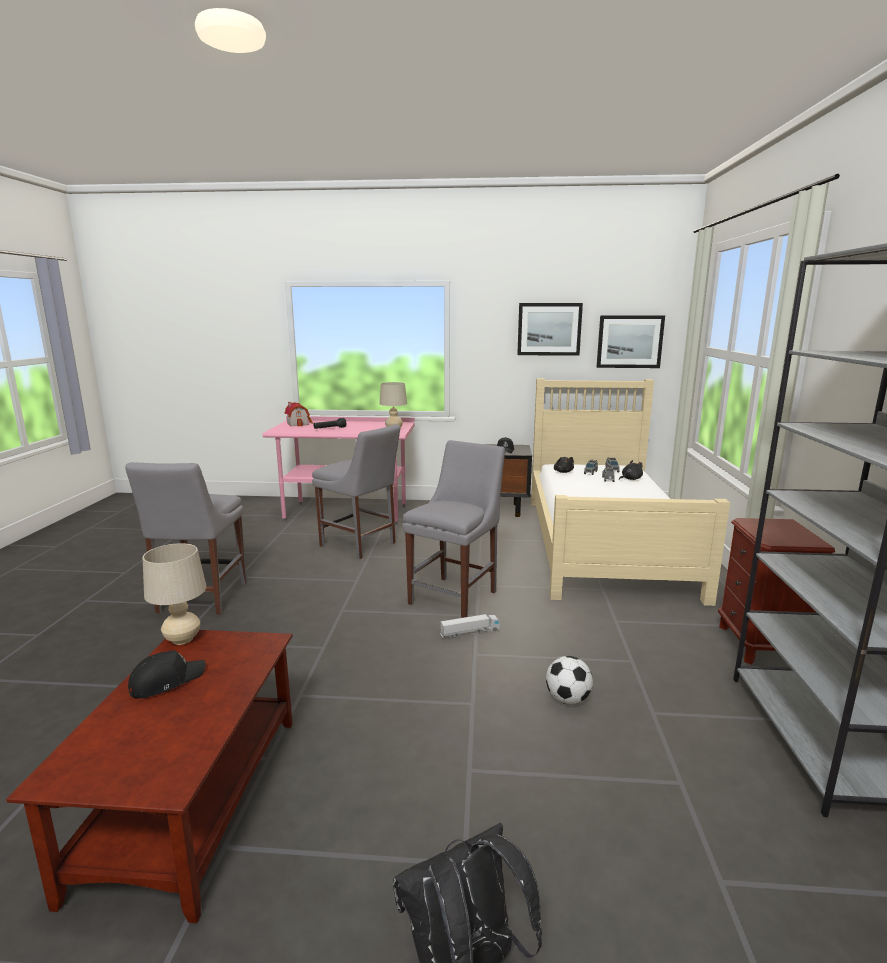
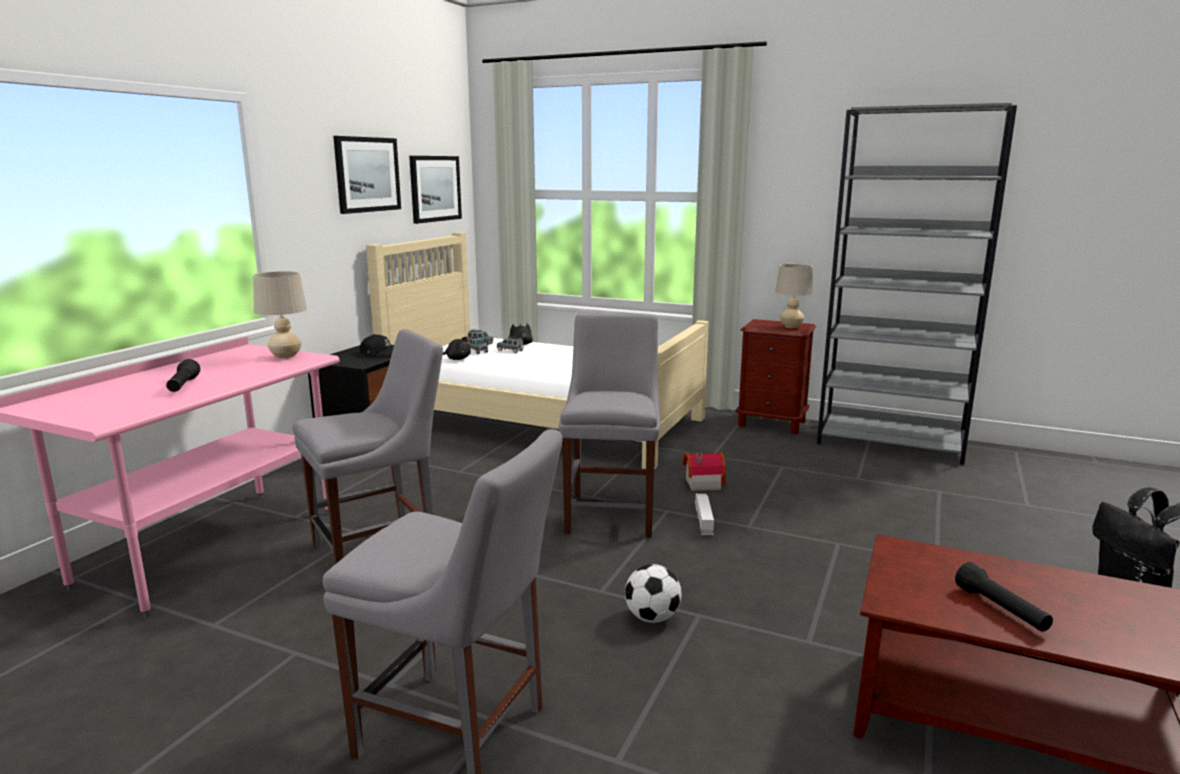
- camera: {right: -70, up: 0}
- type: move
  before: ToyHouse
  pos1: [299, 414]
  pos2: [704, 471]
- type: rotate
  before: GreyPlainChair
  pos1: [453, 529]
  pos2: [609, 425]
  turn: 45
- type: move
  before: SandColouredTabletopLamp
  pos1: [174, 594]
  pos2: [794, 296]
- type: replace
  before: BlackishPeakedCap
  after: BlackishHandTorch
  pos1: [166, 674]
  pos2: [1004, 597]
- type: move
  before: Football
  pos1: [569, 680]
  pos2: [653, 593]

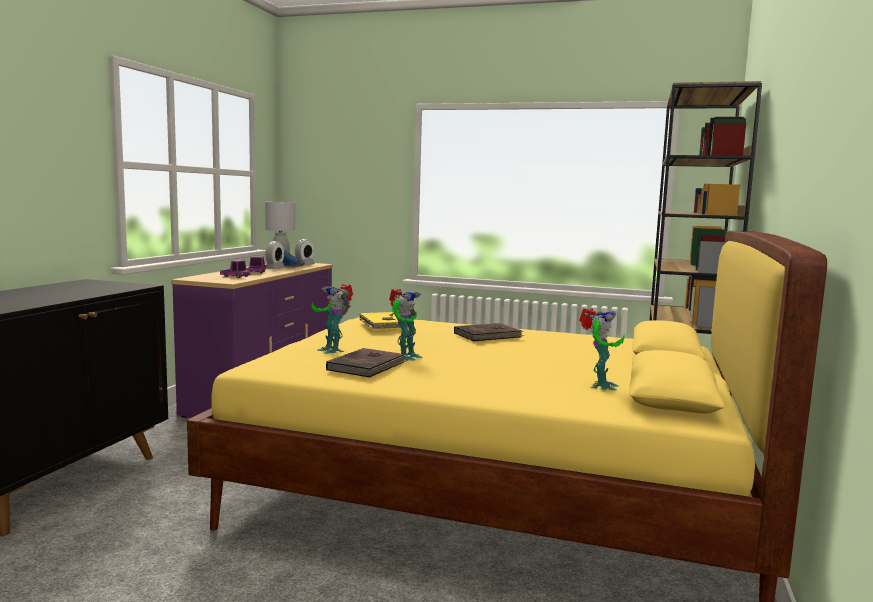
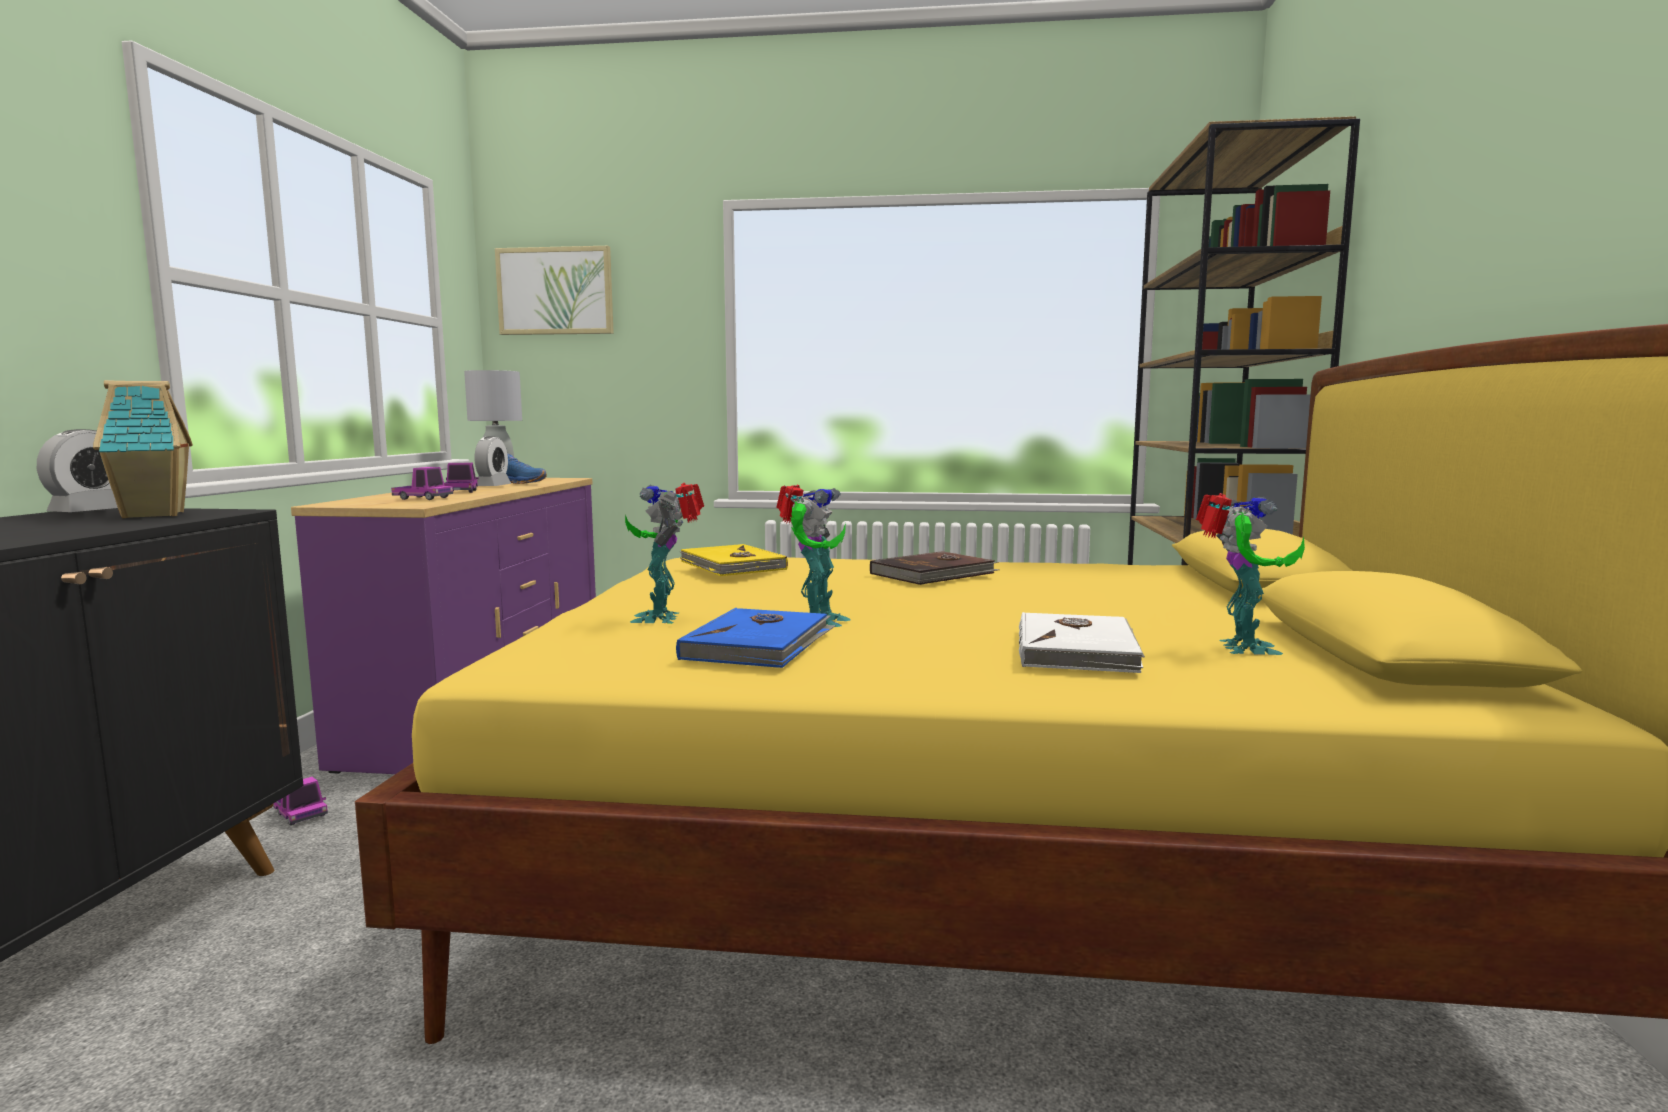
- camera: {right: -10, up: 0}
- type: move
  before: AlarmClock
  pos1: [305, 252]
  pos2: [77, 470]
- type: rotate
  before: RobotFigure
  pos1: [332, 319]
  pos2: [664, 553]
  turn: 45
- type: recolor
  before: BrownBoundBook
  after: BluishBoundBook
  pos1: [367, 363]
  pos2: [756, 638]
- type: insert
  after: WallPicture
  pos2: [554, 290]
- type: insert
  after: ToyHouse
  pos2: [143, 449]
- type: insert
  after: WhiteBoundBook
  pos2: [1082, 642]
- type: insert
  after: ModelTruck
  pos2: [300, 801]

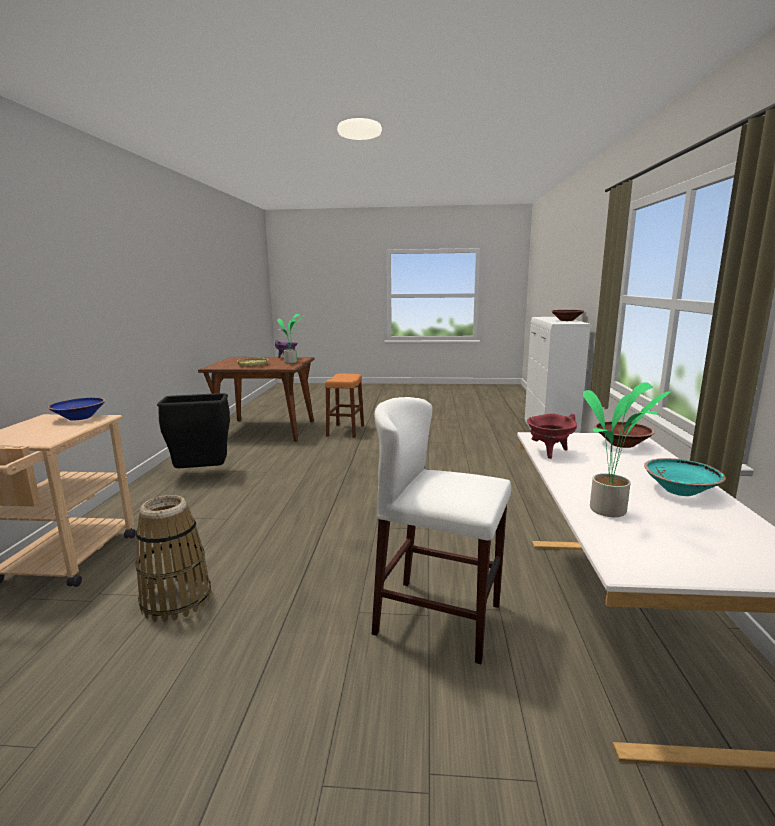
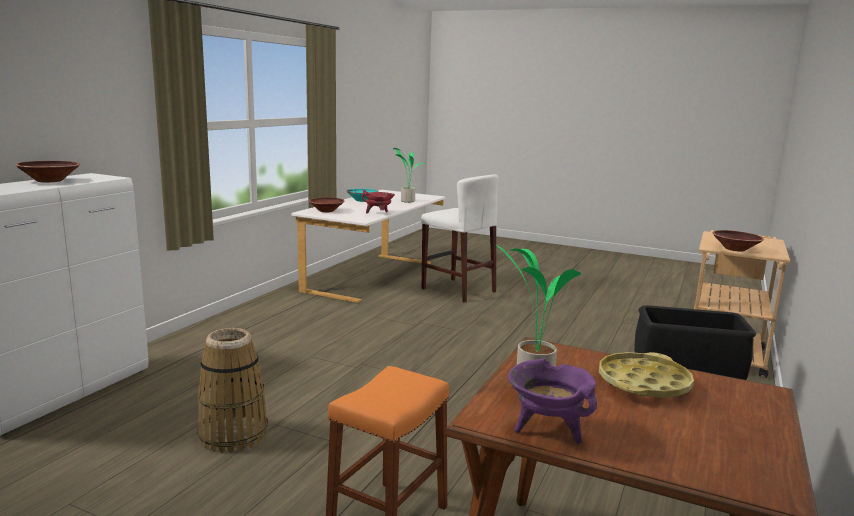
- camera: {right: -160, up: 0}
- type: recolor
  before: BluishBowl
  after: BrownBowl
  pos1: [76, 409]
  pos2: [738, 241]
- type: move
  before: Basket
  pos1: [173, 558]
  pos2: [232, 390]

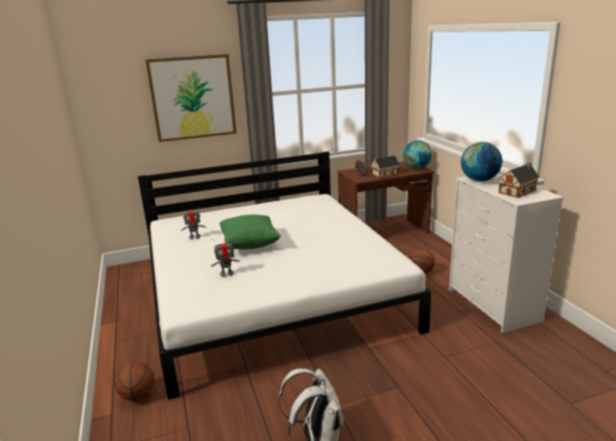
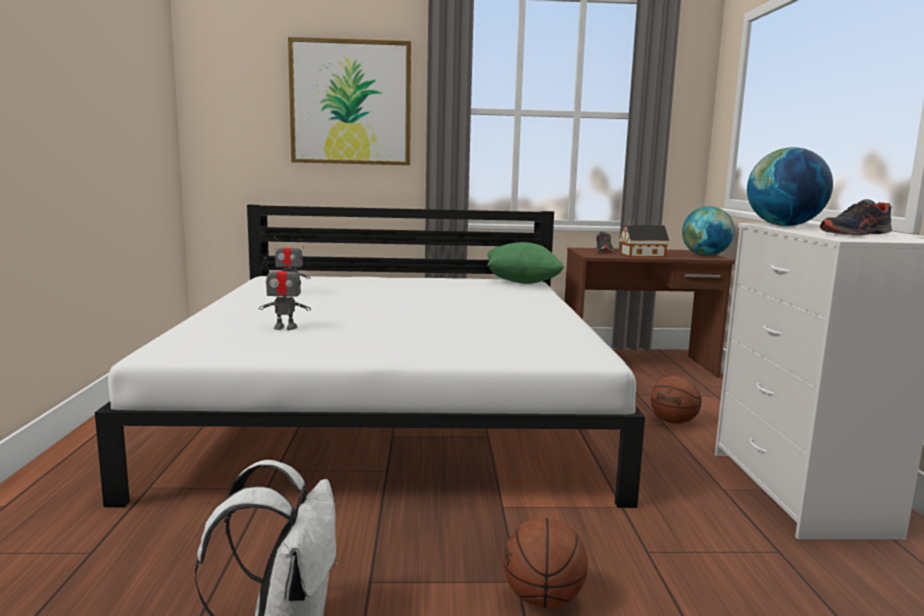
- camera: {right: 15, up: -10}
- type: replace
  before: ToyHouse
  after: LowShoe
  pos1: [519, 180]
  pos2: [856, 217]
- type: move
  before: GreenishPillow
  pos1: [250, 231]
  pos2: [525, 263]
- type: move
  before: Basketball
  pos1: [134, 381]
  pos2: [545, 563]

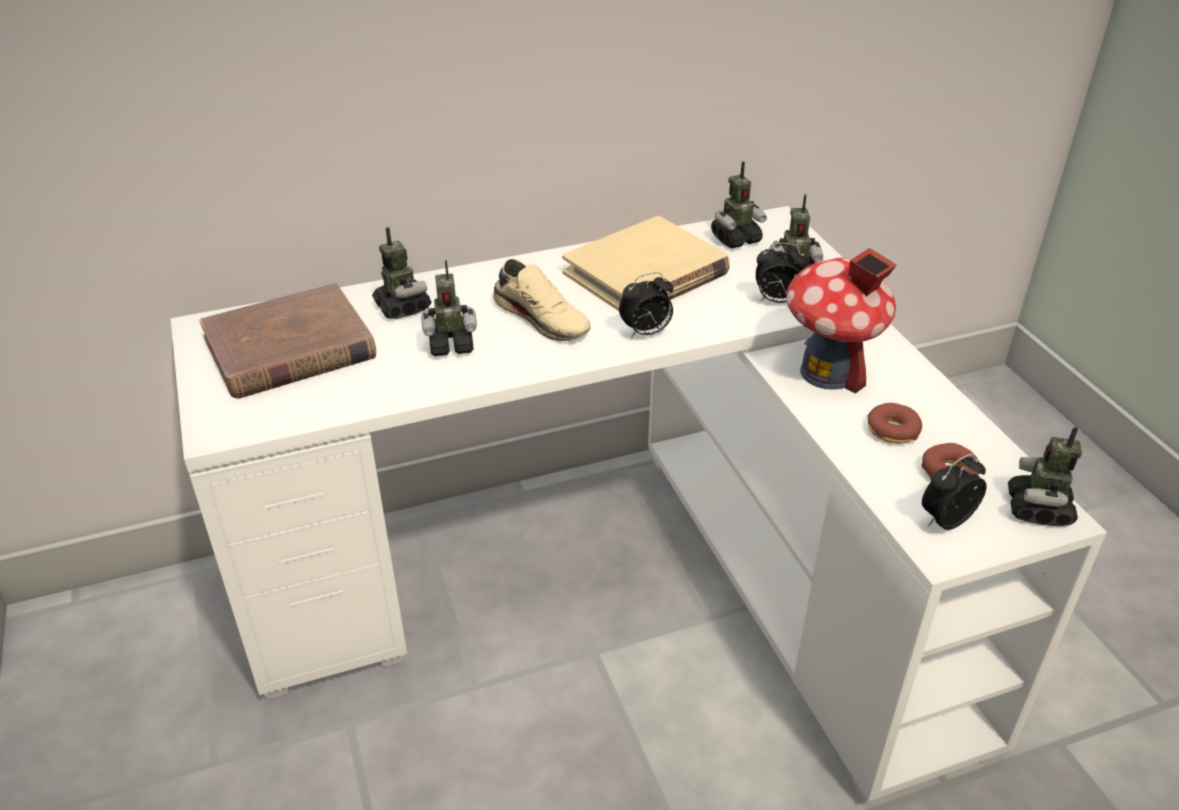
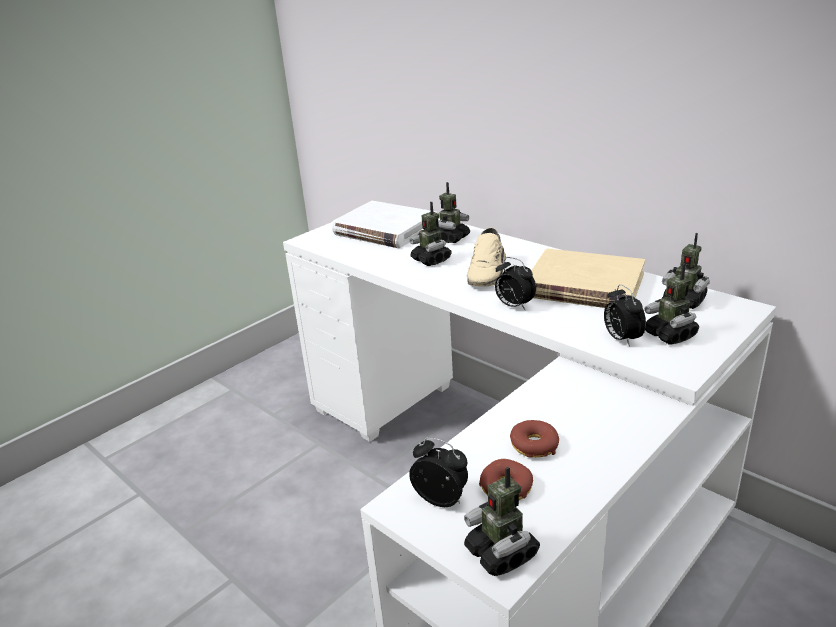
- camera: {right: 65, up: -10}
- type: delete
  before: ToyHouse
  pos1: [841, 321]
- type: recolor
  before: BrownBoundBook
  after: WhiteBoundBook
  pos1: [287, 341]
  pos2: [384, 224]
- type: rotate
  before: RobotFigure
  pos1: [1045, 476]
  pos2: [502, 521]
  turn: -105

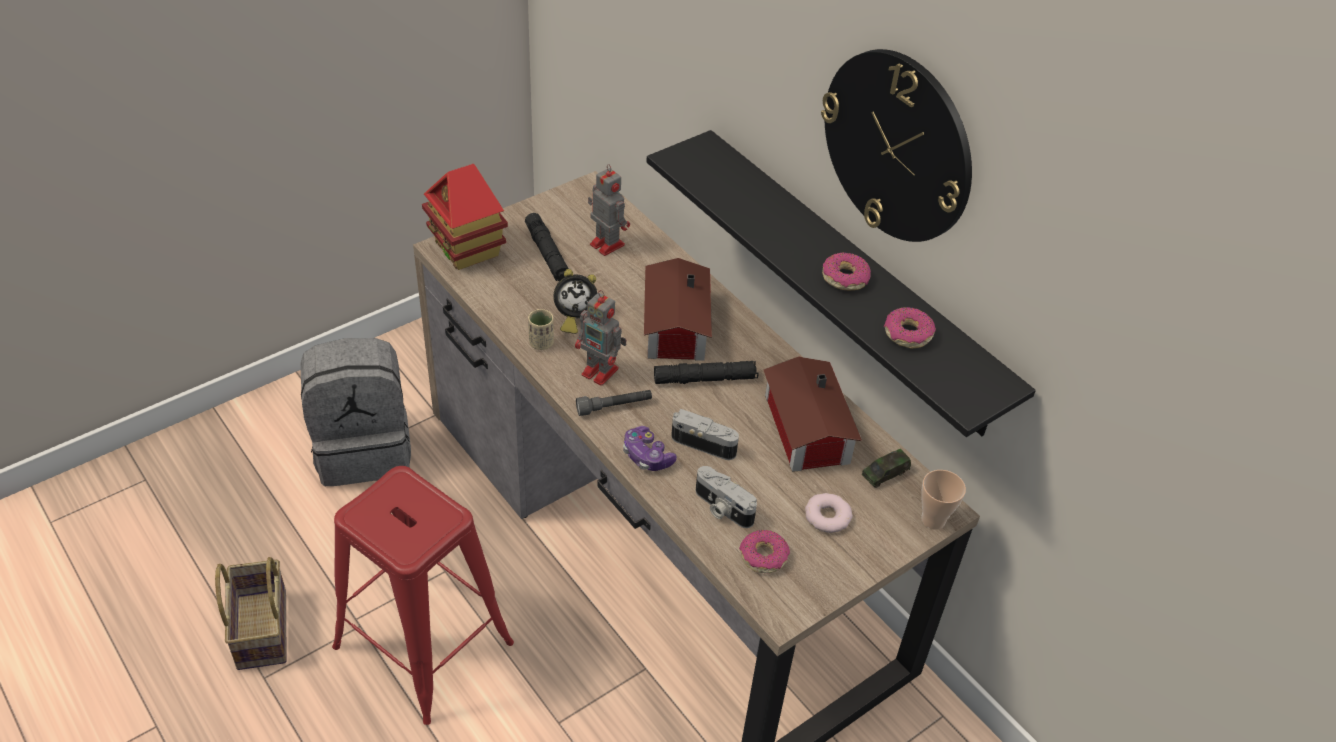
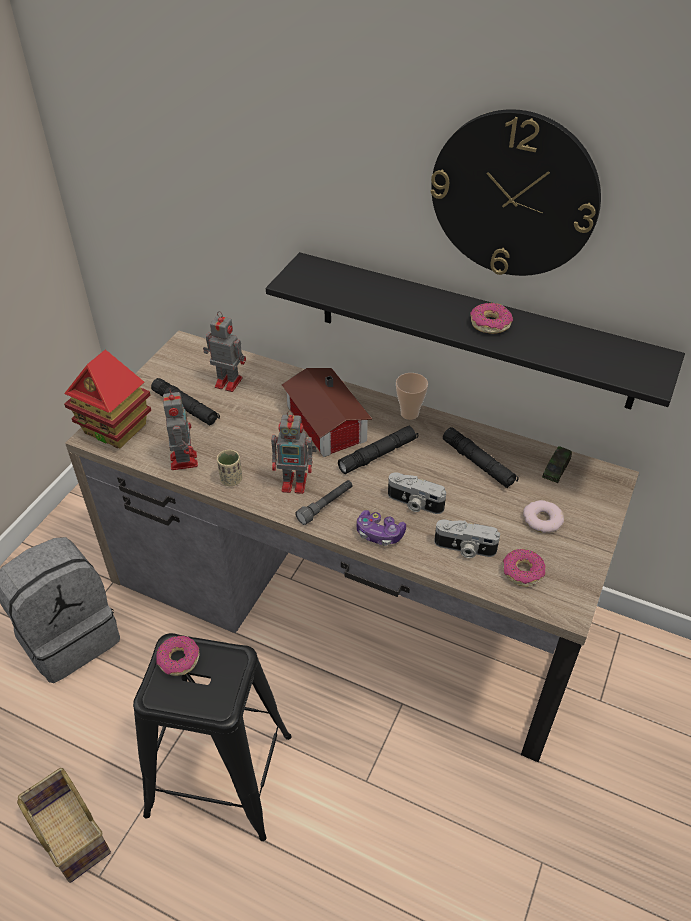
- camera: {right: -25, up: 0}
- type: delete
  before: AlarmClock
  pos1: [575, 301]
- type: move
  before: Donut
  pos1: [910, 328]
  pos2: [177, 656]
- type: replace
  before: ToyHouse
  after: BlackishHandTorch
  pos1: [813, 414]
  pos2: [481, 458]
- type: rotate
  before: StillCamera
  pos1: [705, 434]
  pos2: [417, 493]
  turn: -150
- type: recolor
  before: RedColouredStool
  after: BlackishStool
  pos1: [423, 595]
  pos2: [212, 737]
- type: move
  before: SmallCup
  pos1: [943, 500]
  pos2: [412, 396]
- type: insert
  after: RobotFigure
  pos2: [180, 429]

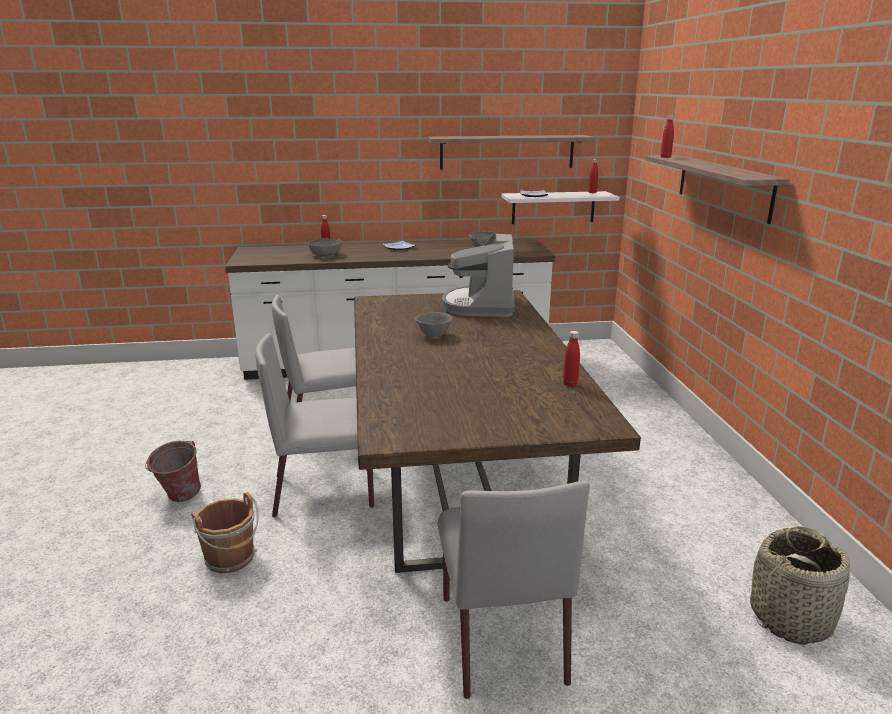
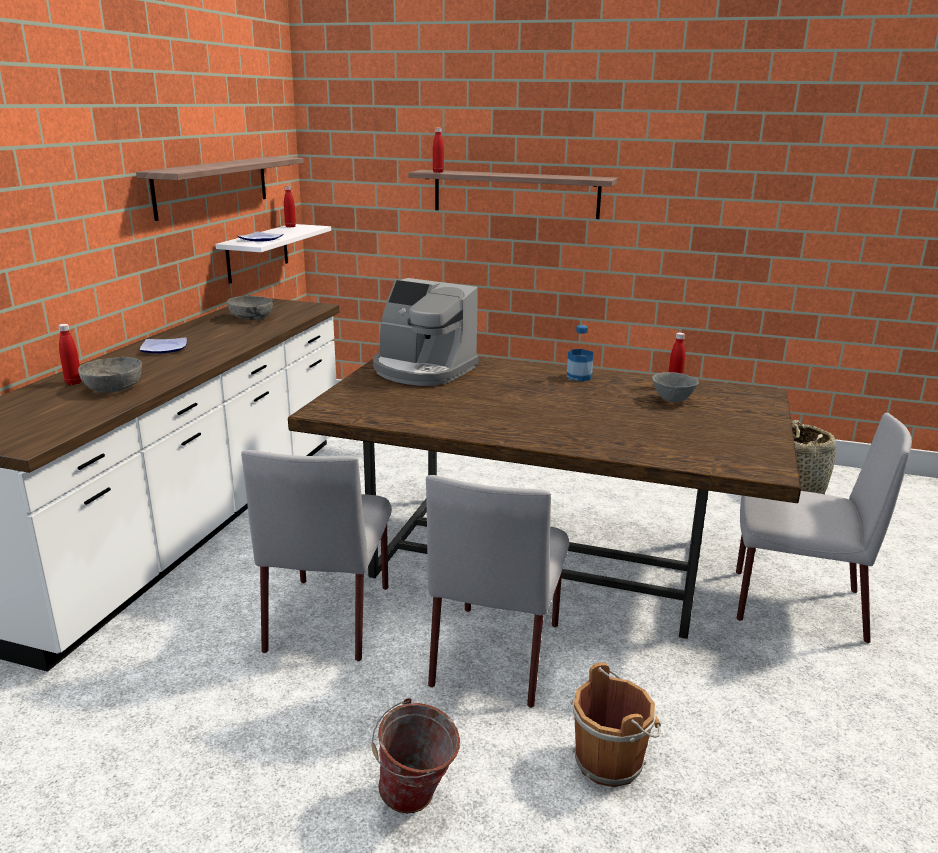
- camera: {right: -65, up: 0}
- type: move
  before: GreyBowl
  pos1: [433, 324]
  pos2: [675, 387]
- type: insert
  after: DrinkBottle
  pos2: [580, 353]

